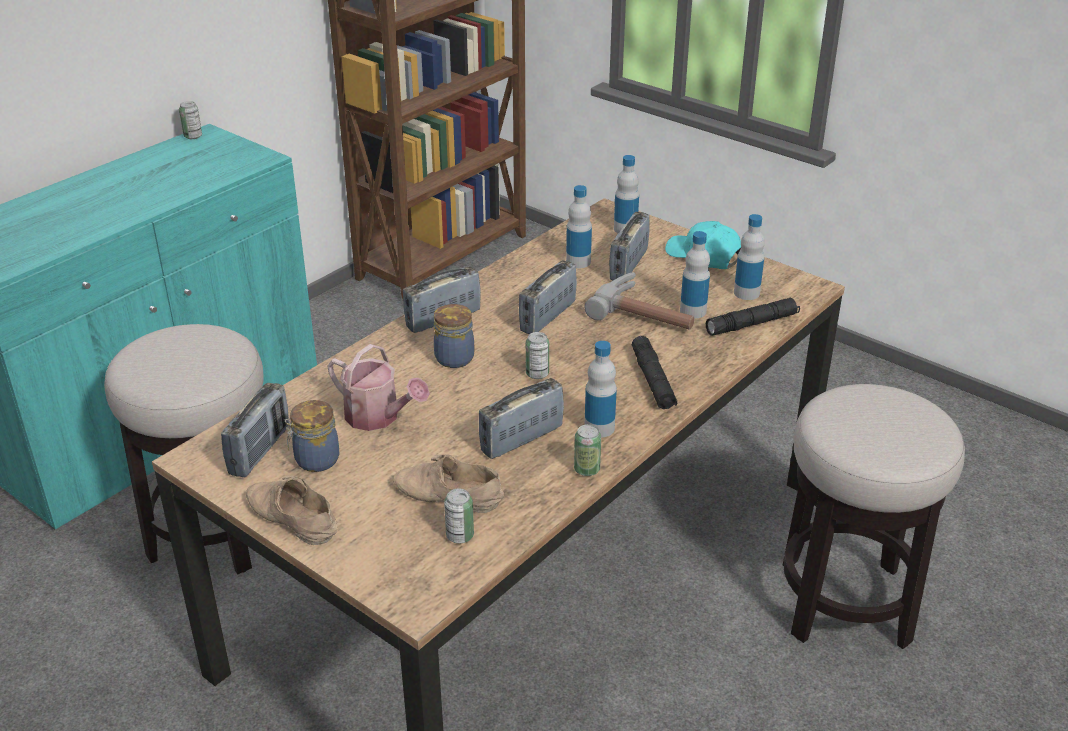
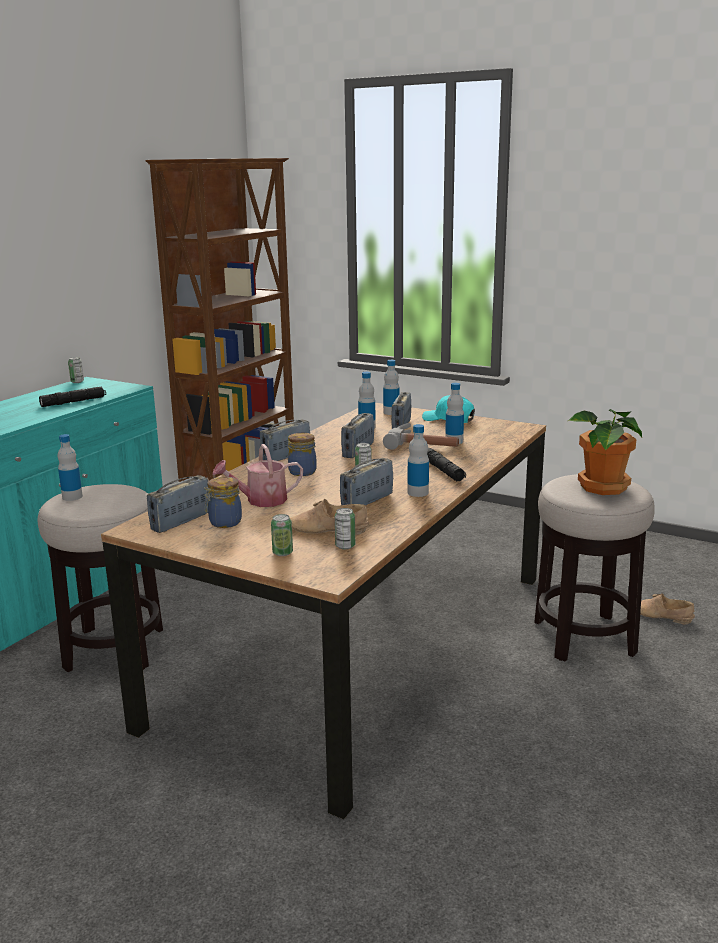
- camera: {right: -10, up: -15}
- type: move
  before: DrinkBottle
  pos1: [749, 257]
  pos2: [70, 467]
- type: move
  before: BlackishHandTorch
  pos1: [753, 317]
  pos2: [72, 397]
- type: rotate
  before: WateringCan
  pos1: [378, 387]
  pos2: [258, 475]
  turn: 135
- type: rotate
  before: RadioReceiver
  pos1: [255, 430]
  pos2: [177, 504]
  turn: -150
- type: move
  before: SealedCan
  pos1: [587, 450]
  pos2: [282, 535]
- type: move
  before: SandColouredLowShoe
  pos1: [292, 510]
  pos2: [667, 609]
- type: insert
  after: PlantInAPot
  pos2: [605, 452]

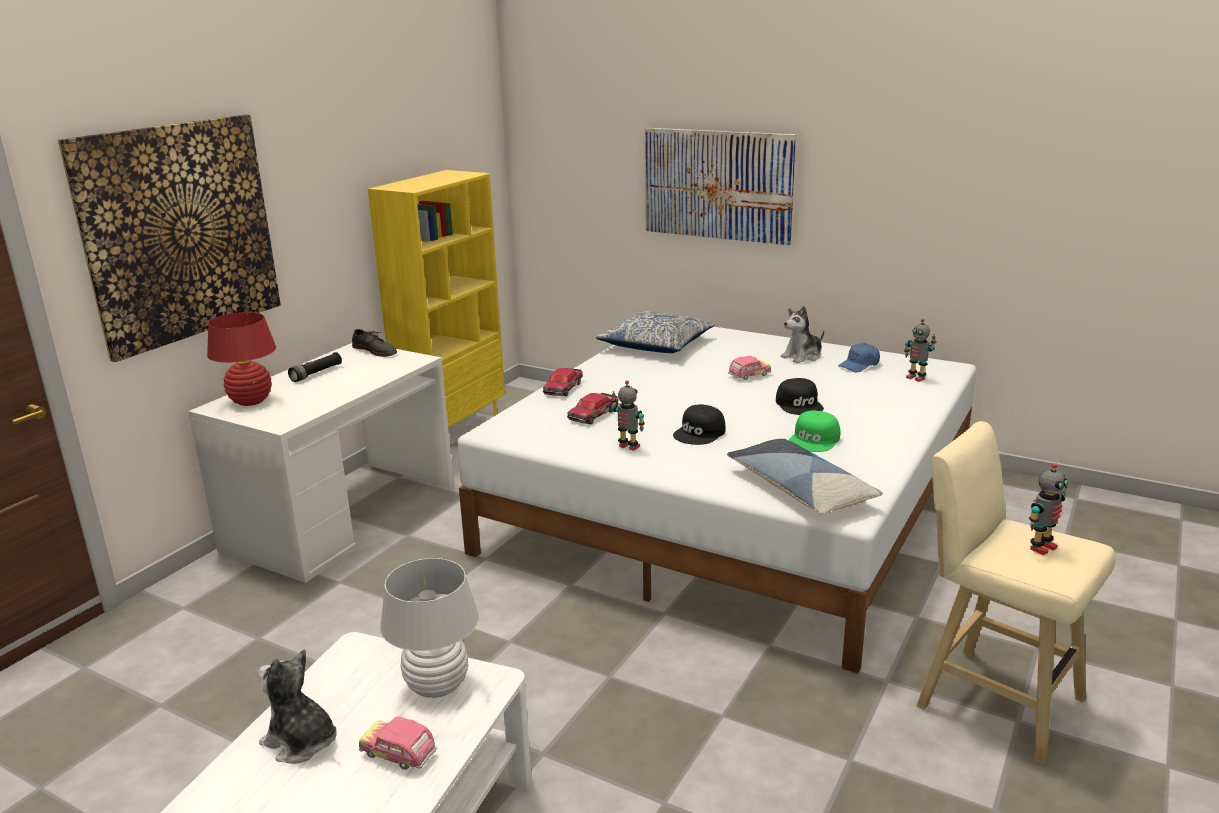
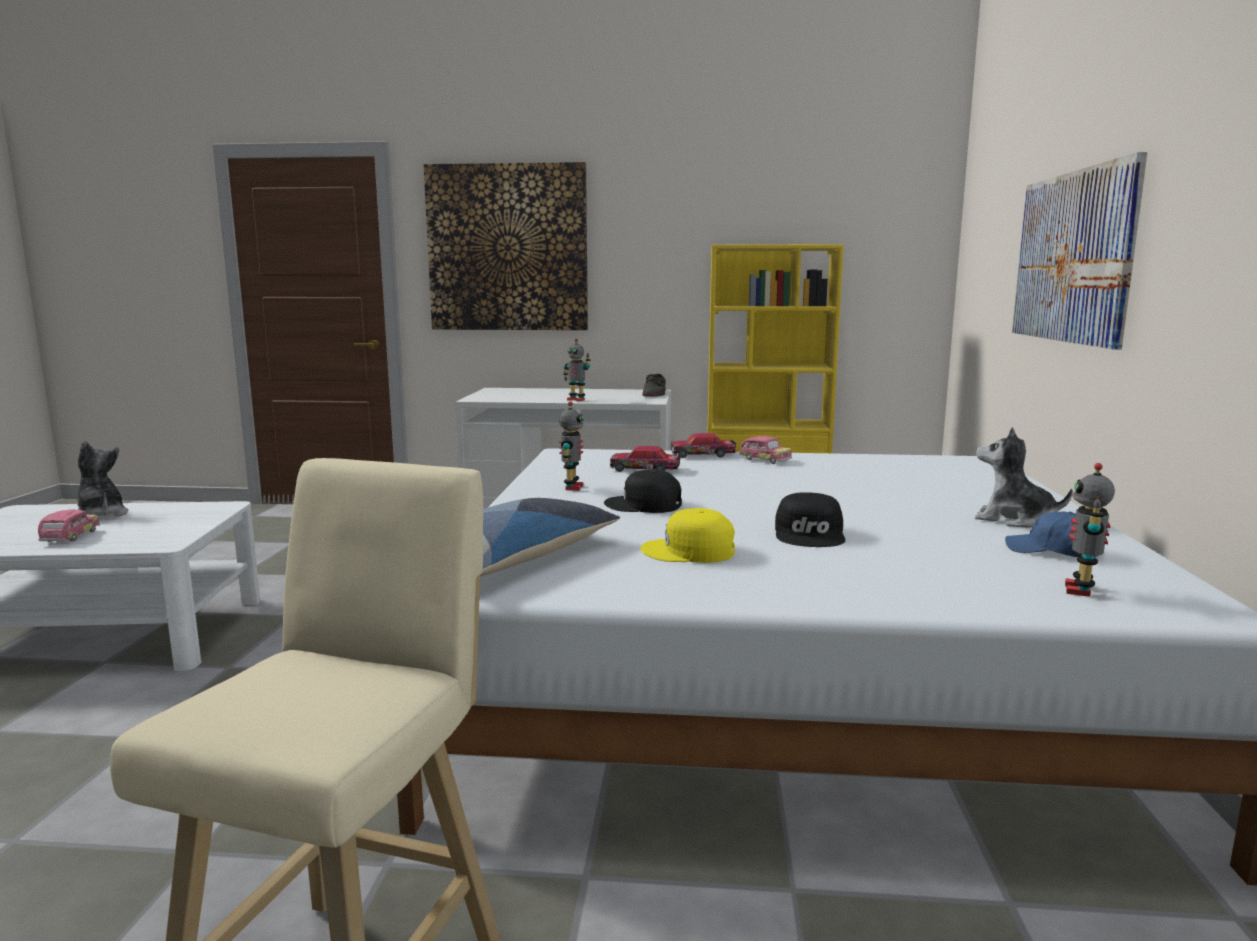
- camera: {right: 65, up: -10}
- type: delete
  before: Pillow
  pos1: [655, 332]
- type: delete
  before: RedColouredTabletopLamp
  pos1: [241, 359]
- type: delete
  before: BlackishHandTorch
  pos1: [315, 367]
- type: move
  before: MiniatureCar
  pos1: [749, 368]
  pos2: [765, 450]
- type: rotate
  before: BlackishPeakedCap
  pos1: [800, 396]
  pos2: [810, 519]
  turn: -45
- type: recolor
  before: GreenishPeakedCap
  after: YellowishPeakedCap
  pos1: [814, 431]
  pos2: [687, 535]
- type: move
  before: RobotFigure
  pos1: [1048, 509]
  pos2: [577, 370]
- type: delete
  before: WhiteTabletopLamp
  pos1: [429, 628]
- type: rotate
  before: PlushToy
  pos1: [297, 706]
  pos2: [102, 478]
  turn: -45

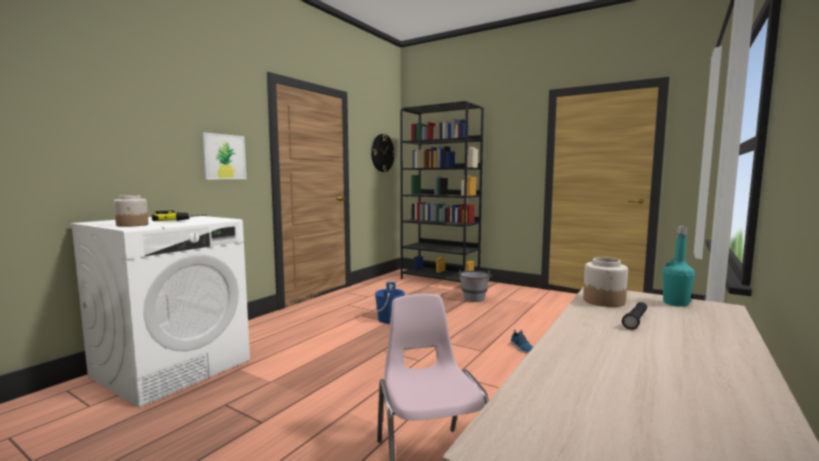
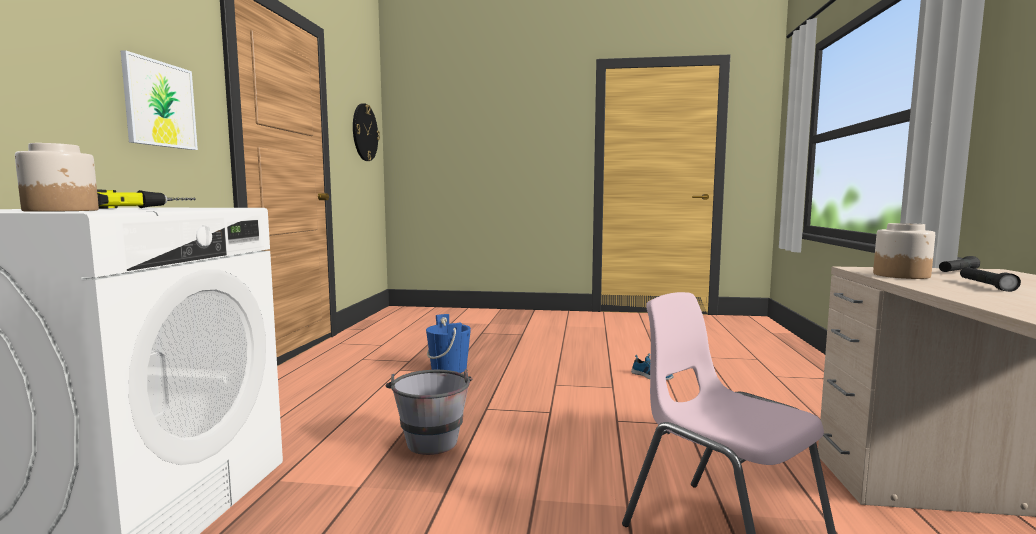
- camera: {right: -25, up: 0}
- type: delete
  before: BlackishShelvingUnit
  pos1: [442, 191]
- type: replace
  before: BlueGreenDrinkBottle
  after: BlackishHandTorch
  pos1: [679, 266]
  pos2: [959, 264]
- type: move
  before: GreyWaterBucket
  pos1: [474, 285]
  pos2: [429, 412]

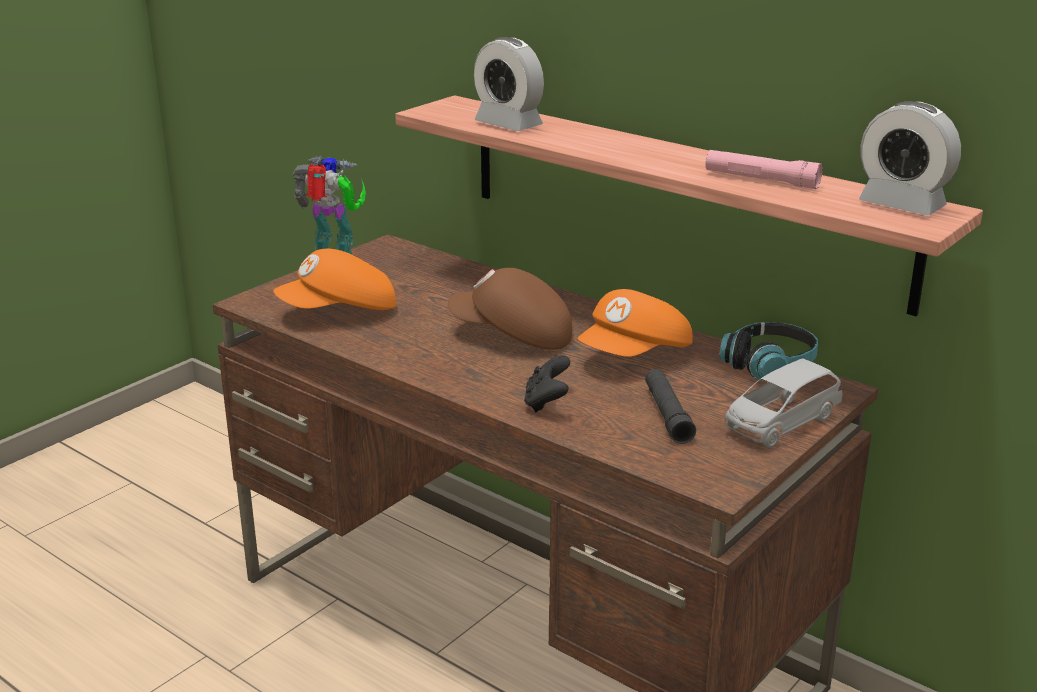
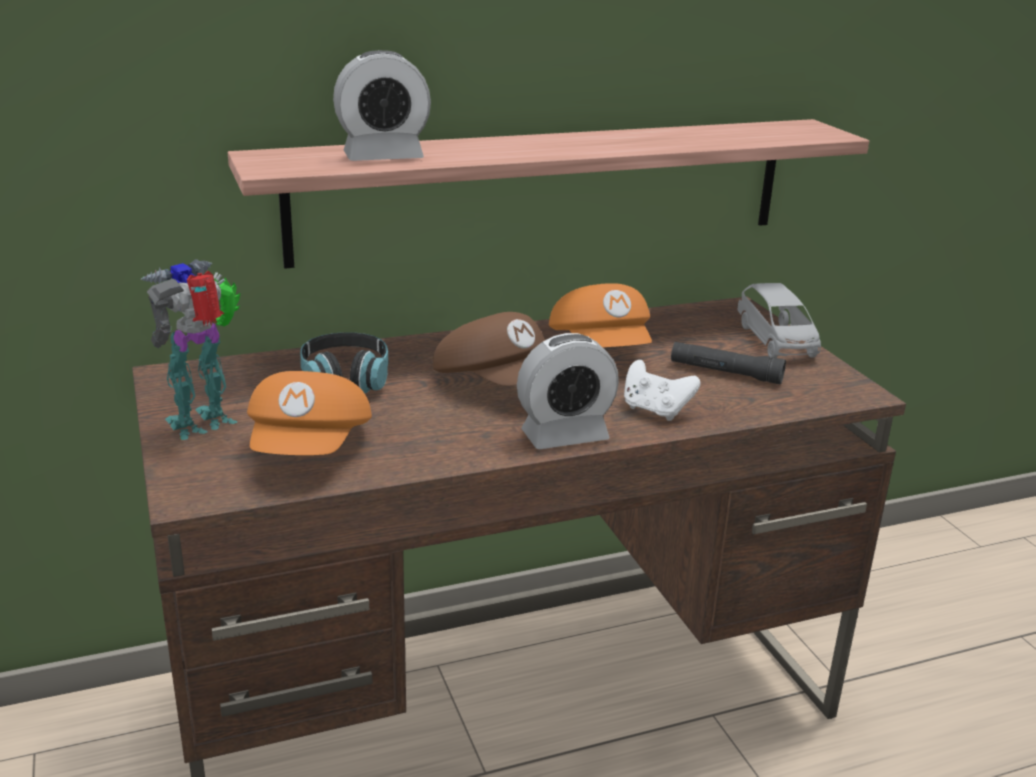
- camera: {right: -60, up: 0}
- type: move
  before: AlarmClock
  pos1: [910, 158]
  pos2: [568, 391]
- type: delete
  before: PinkColouredHandTorch
  pos1: [764, 169]
- type: rotate
  before: BrownPeakedCap
  pos1: [510, 309]
  pos2: [489, 349]
  turn: -90
- type: move
  before: Headset
  pos1: [769, 351]
  pos2: [344, 362]
- type: recolor
  before: BlackishGamepad
  after: WhiteGamepad
  pos1: [547, 383]
  pos2: [662, 390]

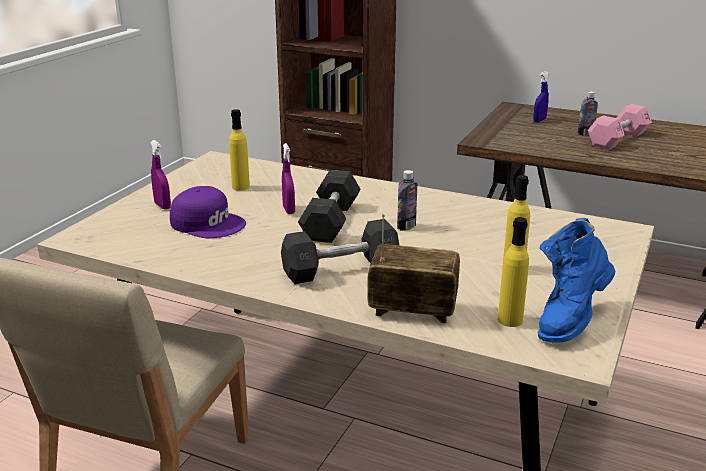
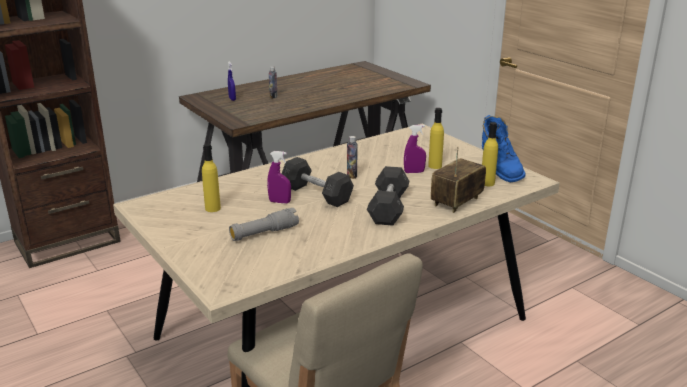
- camera: {right: -60, up: 0}
- type: delete
  before: PinkColouredHandWeight
  pos1: [620, 127]
- type: move
  before: PurpleHandSprayer
  pos1: [160, 175]
  pos2: [415, 148]
- type: replace
  before: PurplePeakedCap
  after: GreyHandTorch
  pos1: [208, 212]
  pos2: [264, 224]

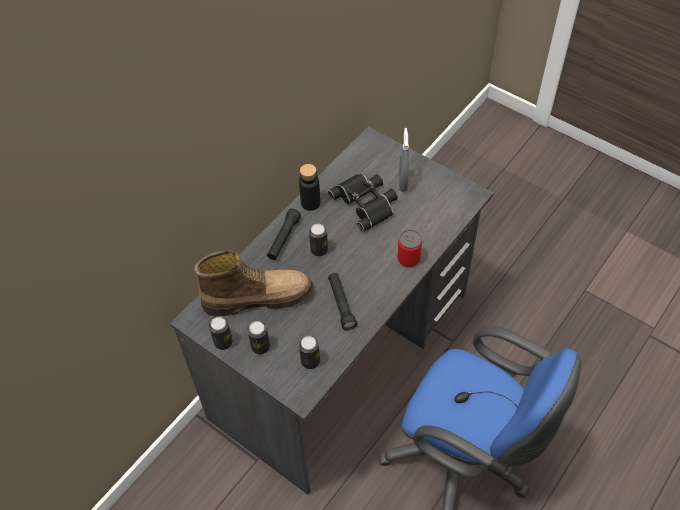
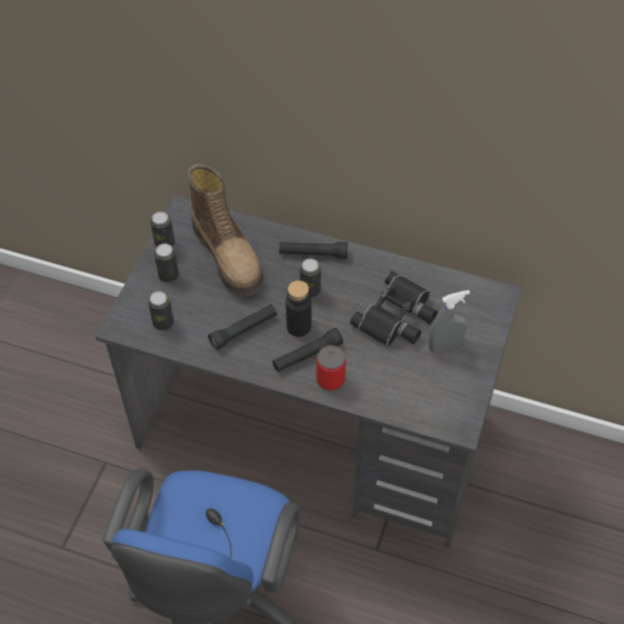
- camera: {right: 70, up: 0}
- type: move
  before: BlackishDrinkBottle
  pos1: [309, 187]
  pos2: [298, 309]
- type: insert
  after: BlackishHandTorch
  pos2: [307, 350]

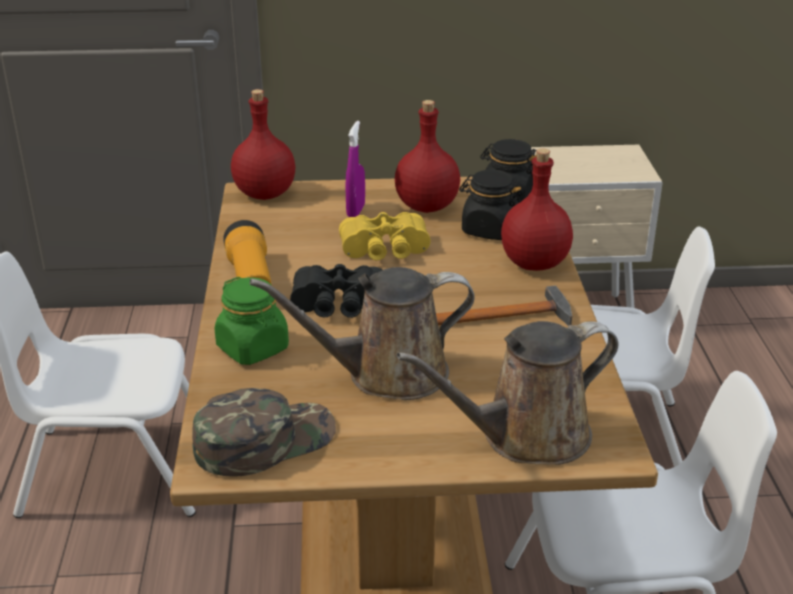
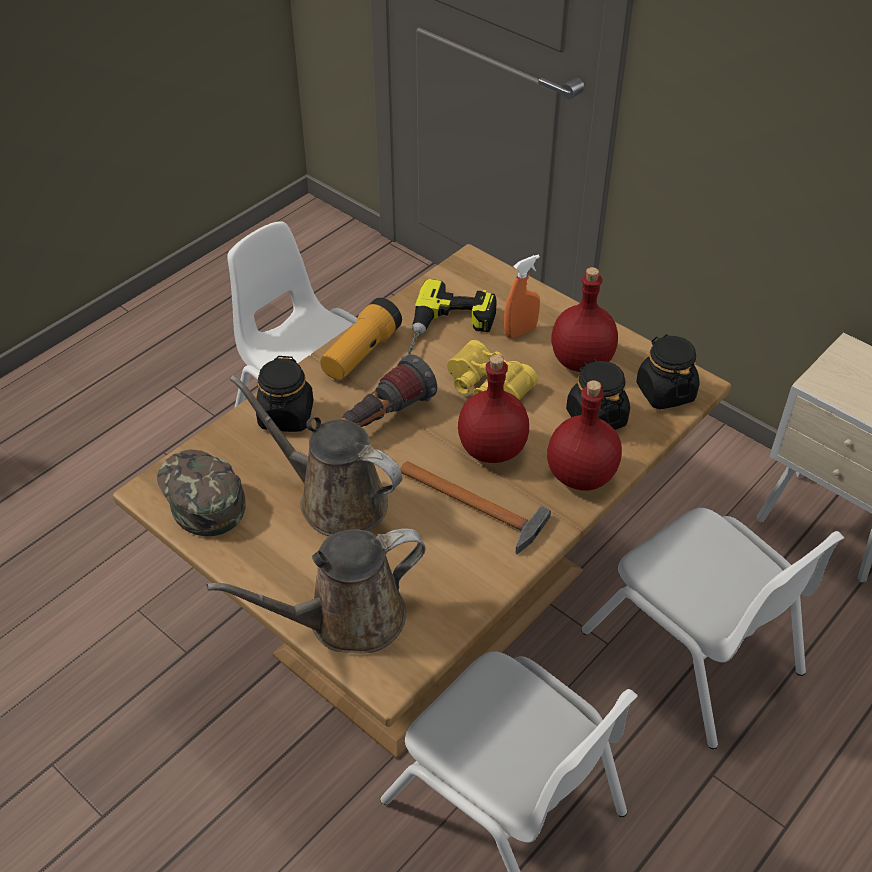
- camera: {right: 45, up: 15}
- type: move
  before: RedColouredDrinkBottle
  pos1: [263, 144]
  pos2: [493, 408]
- type: recolor
  before: PurpleHandSprayer
  after: OrangeColouredHandSprayer
  pos1: [355, 169]
  pos2: [522, 296]
- type: replace
  before: BlackishFieldGlasses
  after: HandTorch
  pos1: [336, 291]
  pos2: [389, 390]
- type: recolor
  before: GreenishStorageJar
  after: BlackishStorageJar
  pos1: [252, 321]
  pos2: [284, 394]
- type: rotate
  before: BrownWateringCan
  pos1: [507, 393]
  pos2: [316, 591]
  turn: -45
- type: rotate
  before: GreenishPeakedCap
  pos1: [264, 432]
  pos2: [201, 493]
  turn: -135
- type: insert
  after: PowerDrill
  pos2: [452, 316]

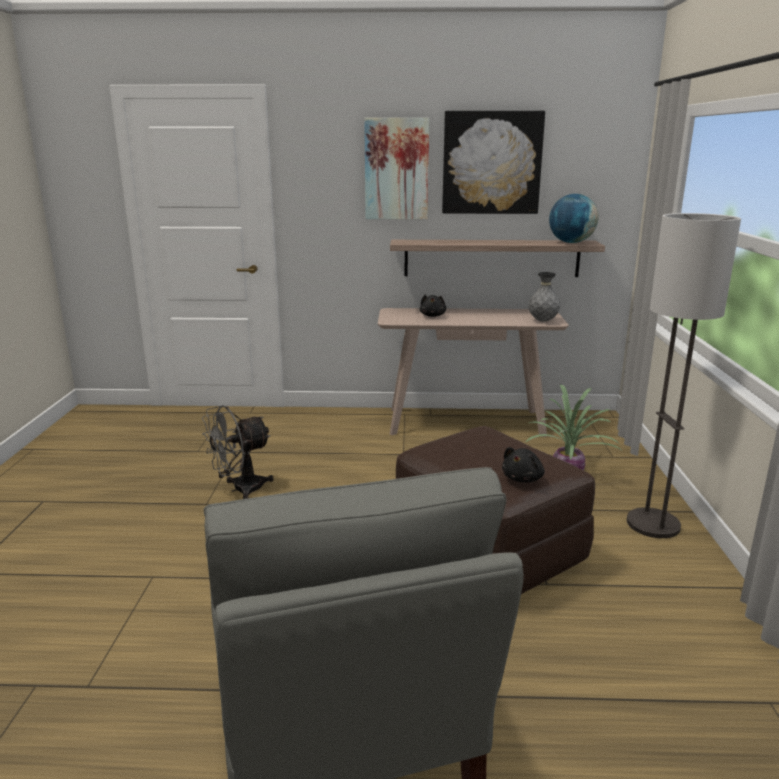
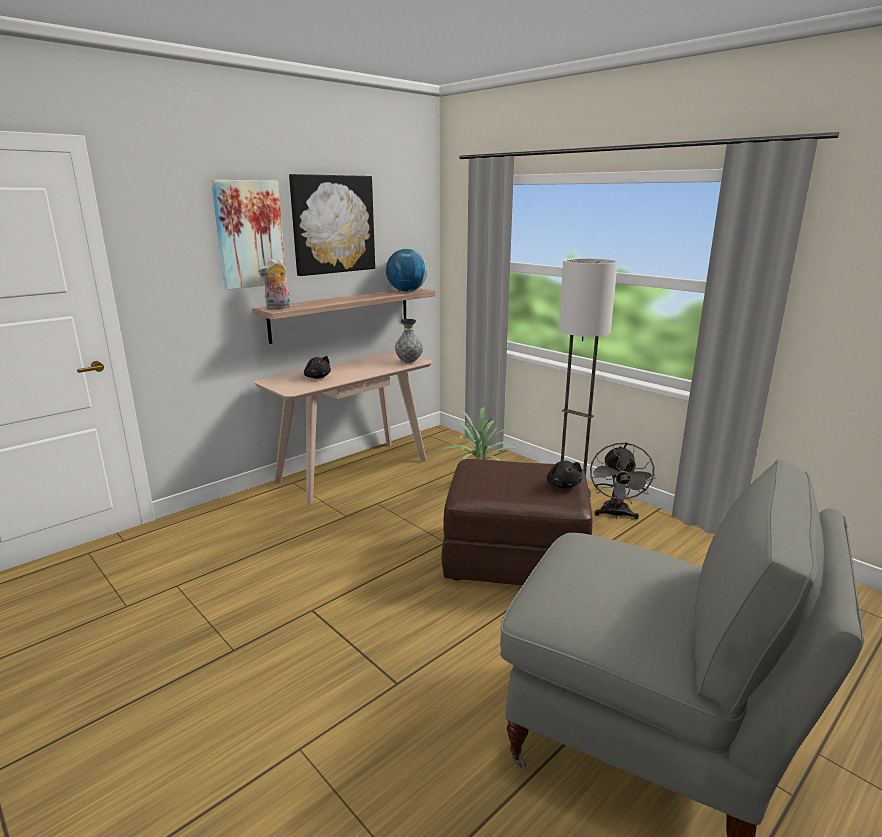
- camera: {right: -45, up: 0}
- type: move
  before: GreyFan
  pos1: [238, 452]
  pos2: [623, 480]
- type: insert
  after: PlushToy
  pos2: [274, 283]

